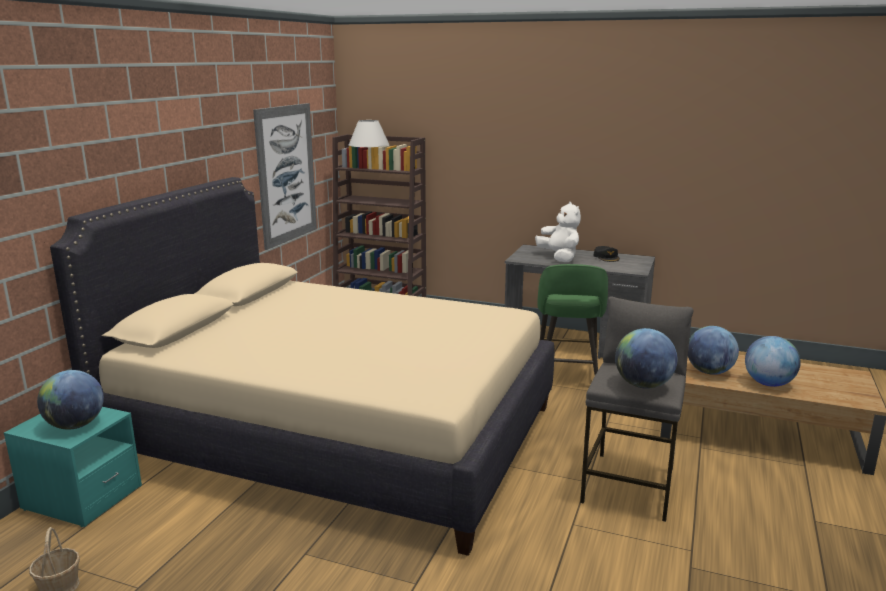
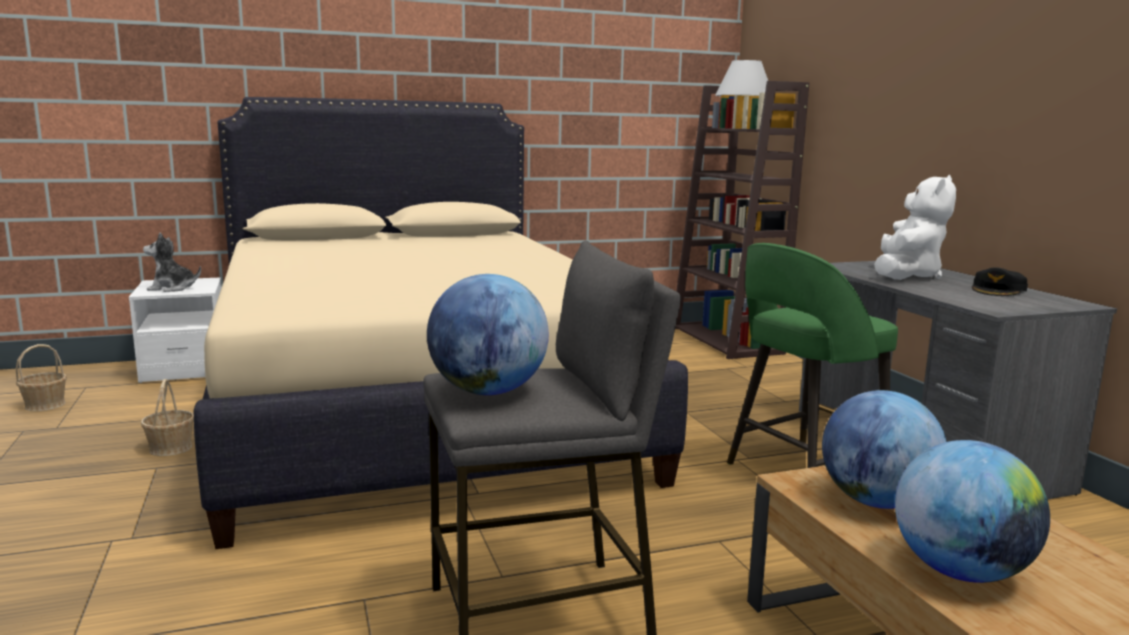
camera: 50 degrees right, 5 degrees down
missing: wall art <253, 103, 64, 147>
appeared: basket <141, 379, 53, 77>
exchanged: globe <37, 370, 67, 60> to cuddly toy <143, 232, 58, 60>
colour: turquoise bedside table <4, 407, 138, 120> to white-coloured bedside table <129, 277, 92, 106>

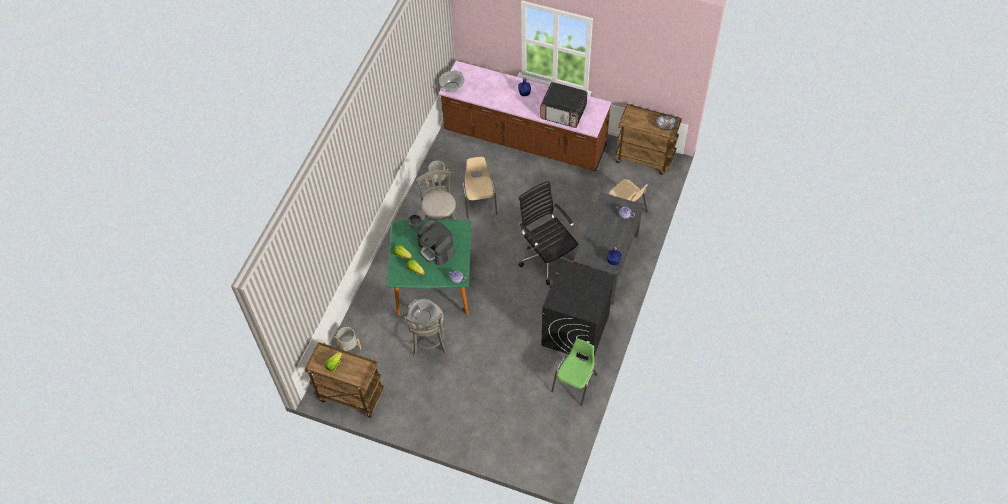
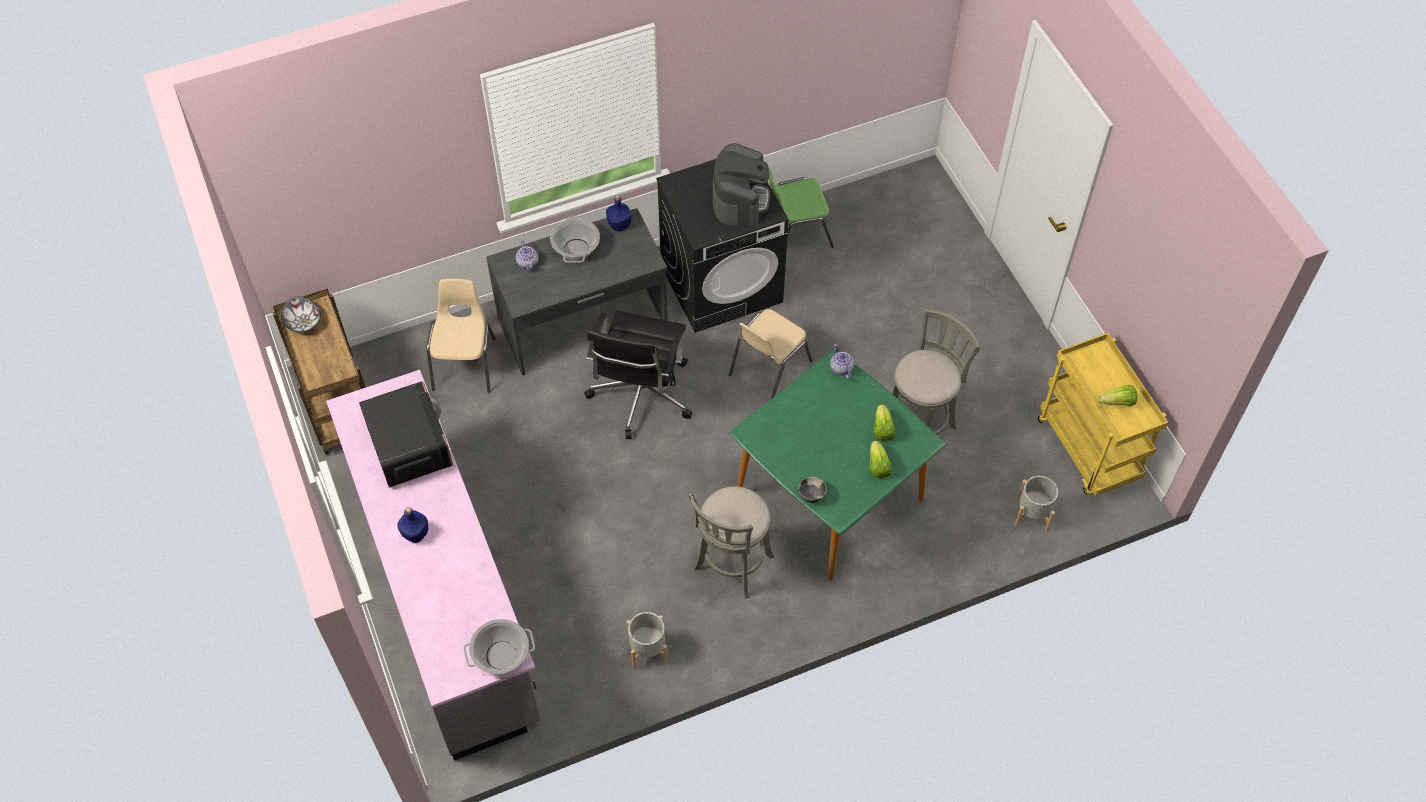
camera: 135 degrees left, 0 degrees up
relocated: cooking pot <408, 299, 29, 26> to <550, 216, 50, 47>; coffee brewer <417, 220, 38, 46> to <713, 143, 57, 84>; sand-coloured chair <463, 157, 34, 62> to <729, 309, 84, 91>
colour: brown wheeled cart <305, 342, 80, 76> to yellow wheeled cart <1038, 333, 130, 163>; brown kitchen base unit <439, 61, 172, 110> to greyish kitchen base unit <326, 370, 214, 391>

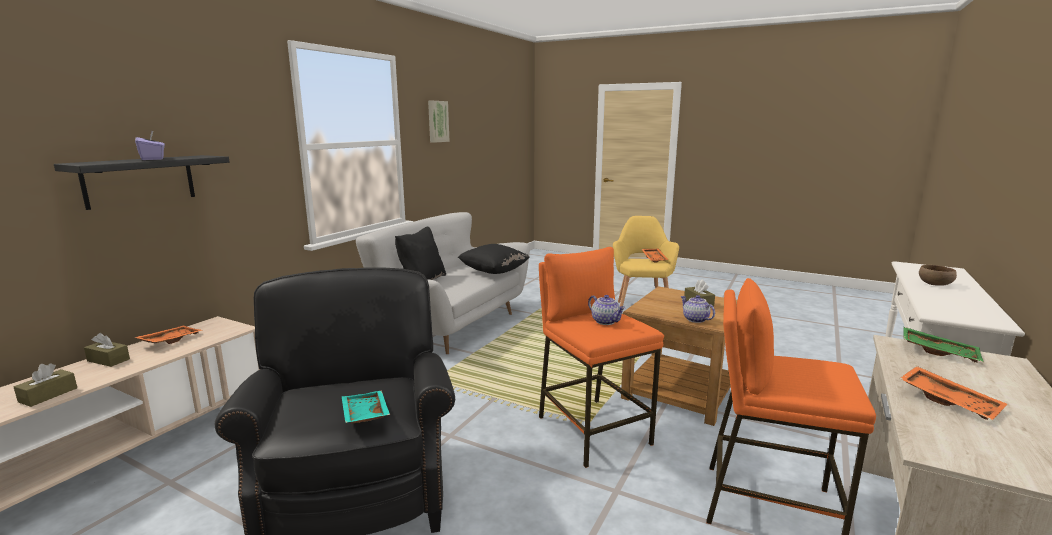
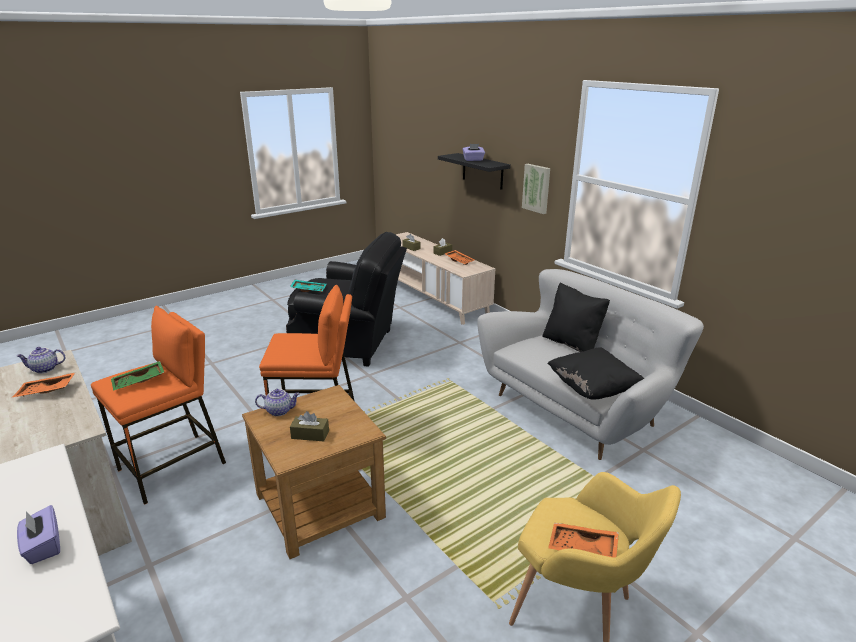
camera: 115 degrees right, 10 degrees up
relocated: wall art <428, 101, 22, 42> to <522, 164, 28, 50>; pot for tea <588, 295, 37, 30> to <16, 347, 49, 26>; greenish carrying tray <903, 327, 81, 35> to <111, 361, 54, 30>
exchanged: brown deep dish <919, 265, 38, 21> to purplish box of tissues <17, 505, 43, 59>

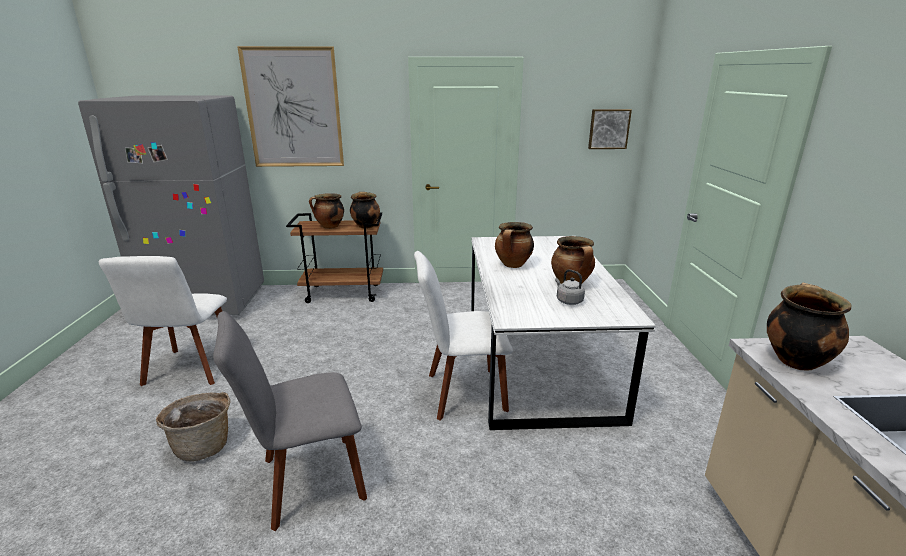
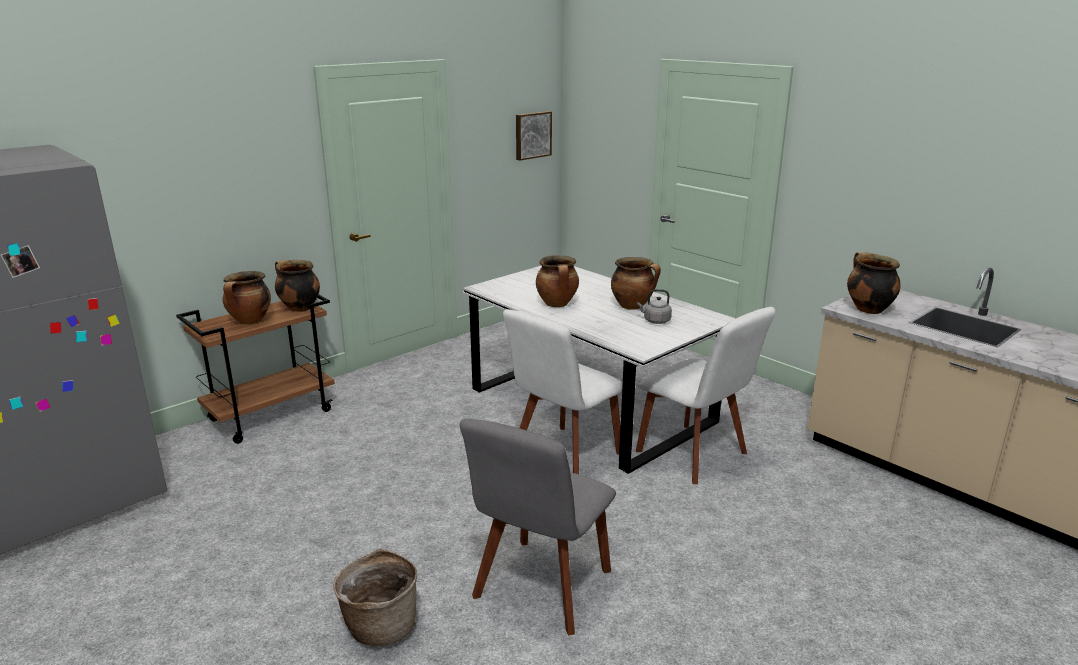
camera: 40 degrees left, 0 degrees up
missing: wall art <237, 46, 107, 121>
relocated: white-coloured chair <99, 256, 128, 130> to <636, 307, 139, 177>

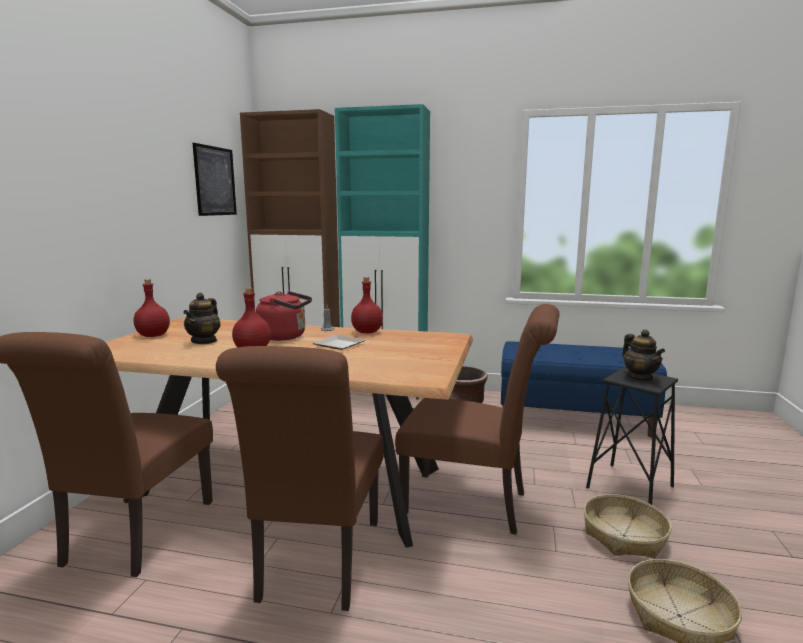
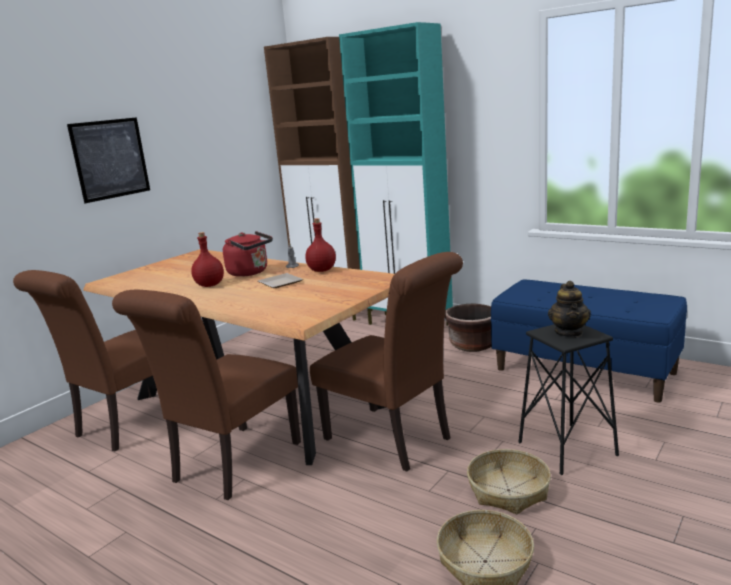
camera: 25 degrees right, 5 degrees up
missing: red bottle <134, 279, 36, 58>; pot for tea <183, 293, 38, 51>
relocated: wall art <193, 143, 44, 73> to <67, 117, 83, 86>

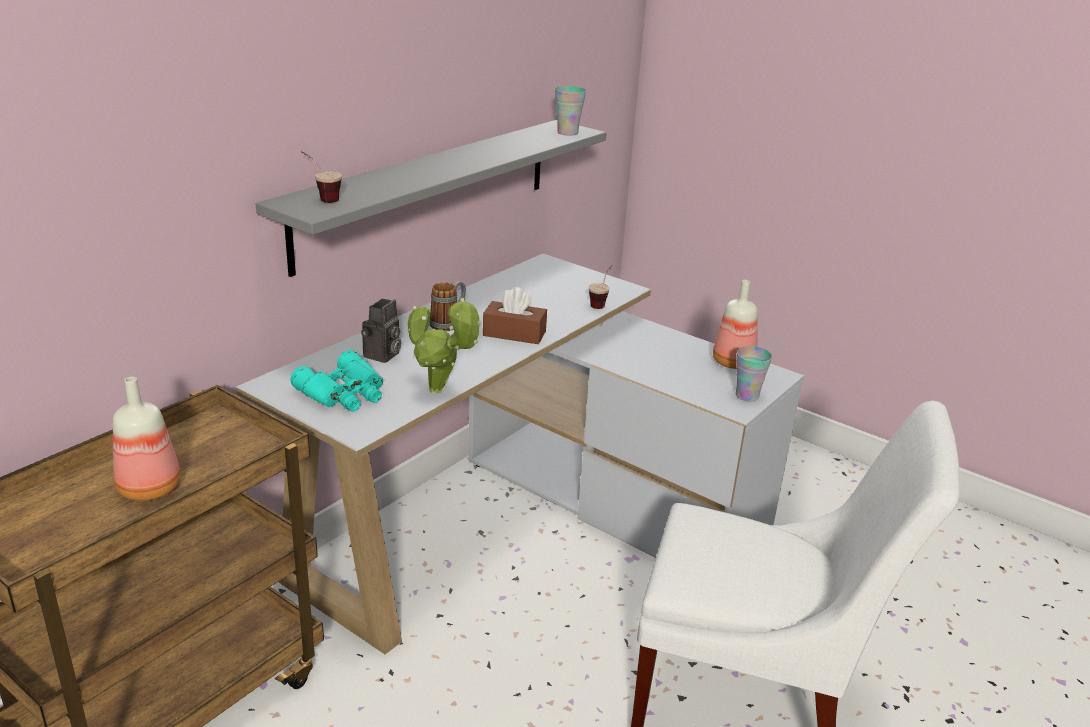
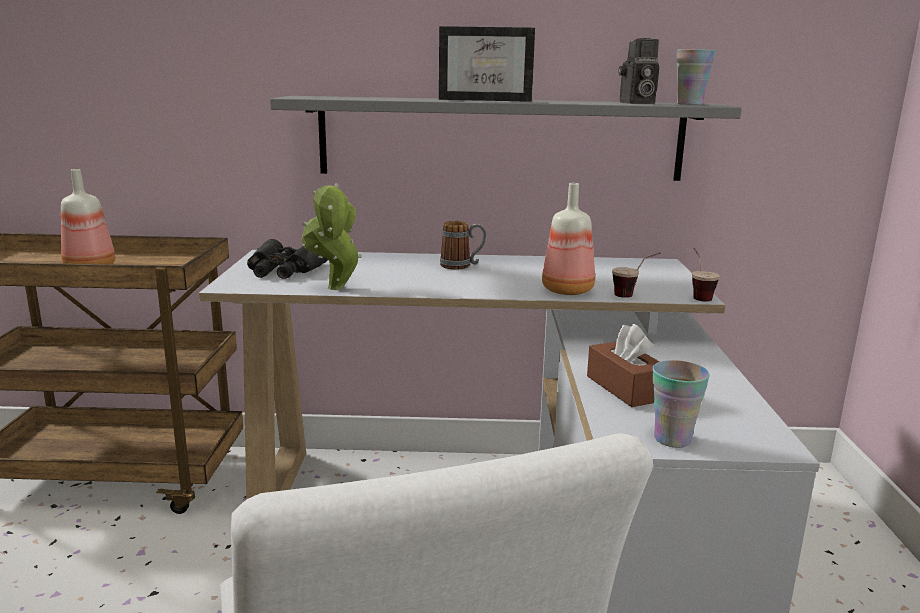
camera: 55 degrees right, 10 degrees down
appeared: standing frame <439, 26, 96, 76>
relocated: drinking cup <301, 151, 41, 52> to <692, 248, 28, 53>; photo camera <361, 299, 40, 64> to <618, 38, 42, 66>; brown box of tissues <483, 287, 64, 57> to <587, 324, 73, 83>; bottle <713, 280, 45, 89> to <542, 183, 53, 112>
colour: turquoise field glasses <290, 350, 94, 62> to black field glasses <247, 239, 81, 40>

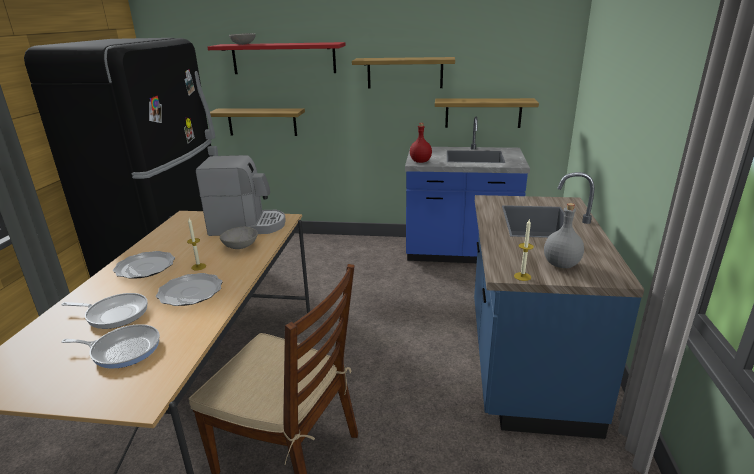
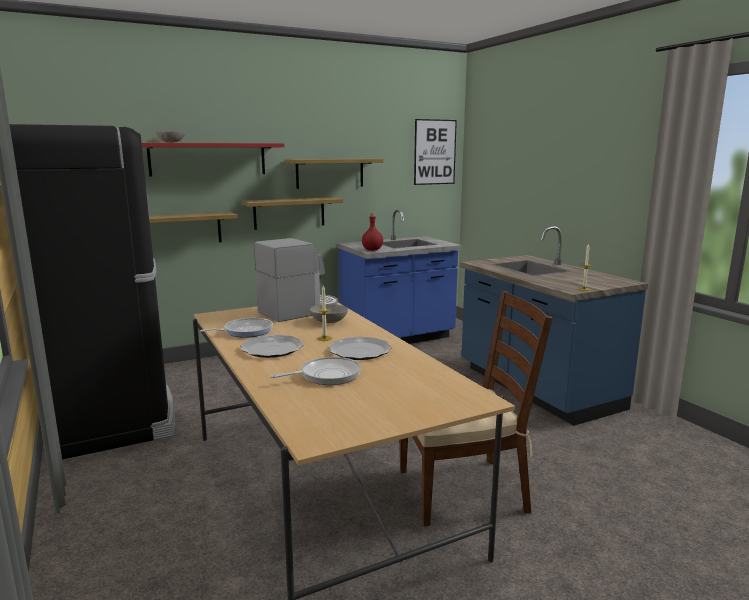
camera: 35 degrees left, 10 degrees down
missing: greyish bottle <544, 203, 40, 65>
appeared: wall art <414, 119, 43, 66>
relocated: pan <61, 324, 99, 45> to <200, 318, 73, 20>; bracket shelf <435, 98, 104, 30> to <242, 197, 101, 33>

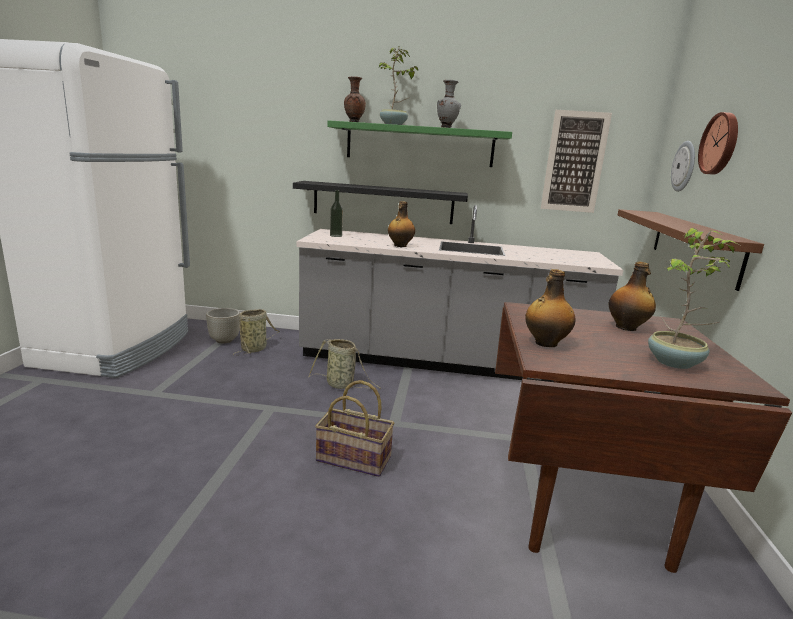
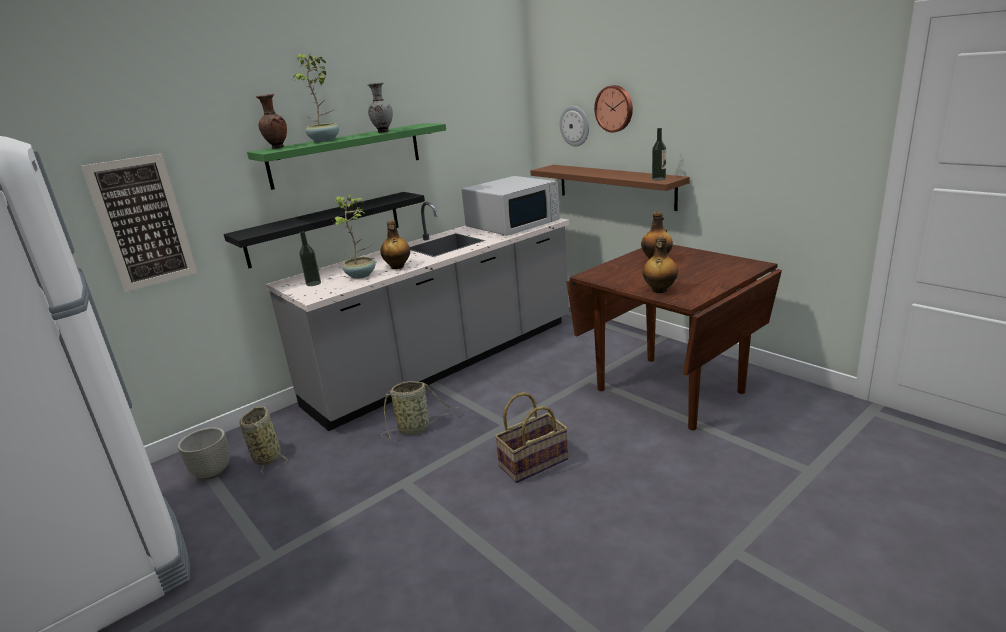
camera: 45 degrees left, 5 degrees up
appeared: white-coloured microwave <462, 176, 98, 60>; bottle <652, 128, 14, 52>
relocated: wall art <541, 110, 71, 103> to <81, 154, 116, 138>; potted plant <648, 228, 89, 141> to <333, 195, 42, 84>

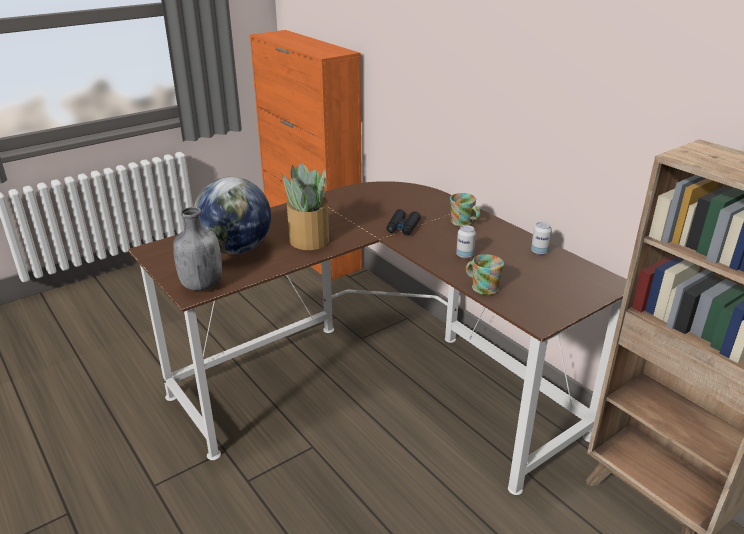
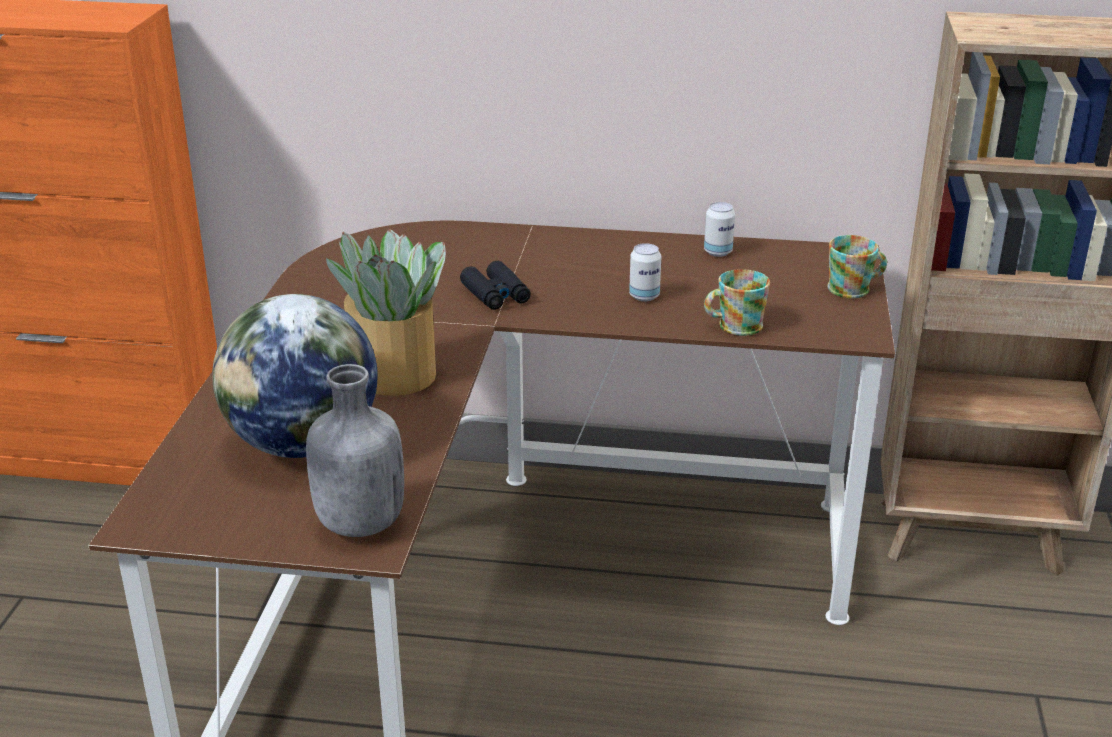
camera: 45 degrees left, 0 degrees up
relocated: mug <450, 193, 31, 33> to <828, 235, 59, 63>

